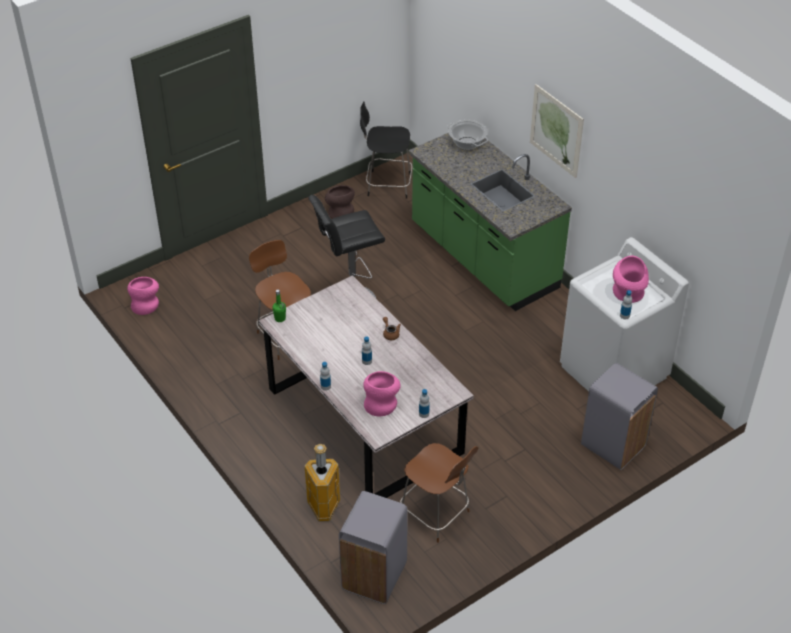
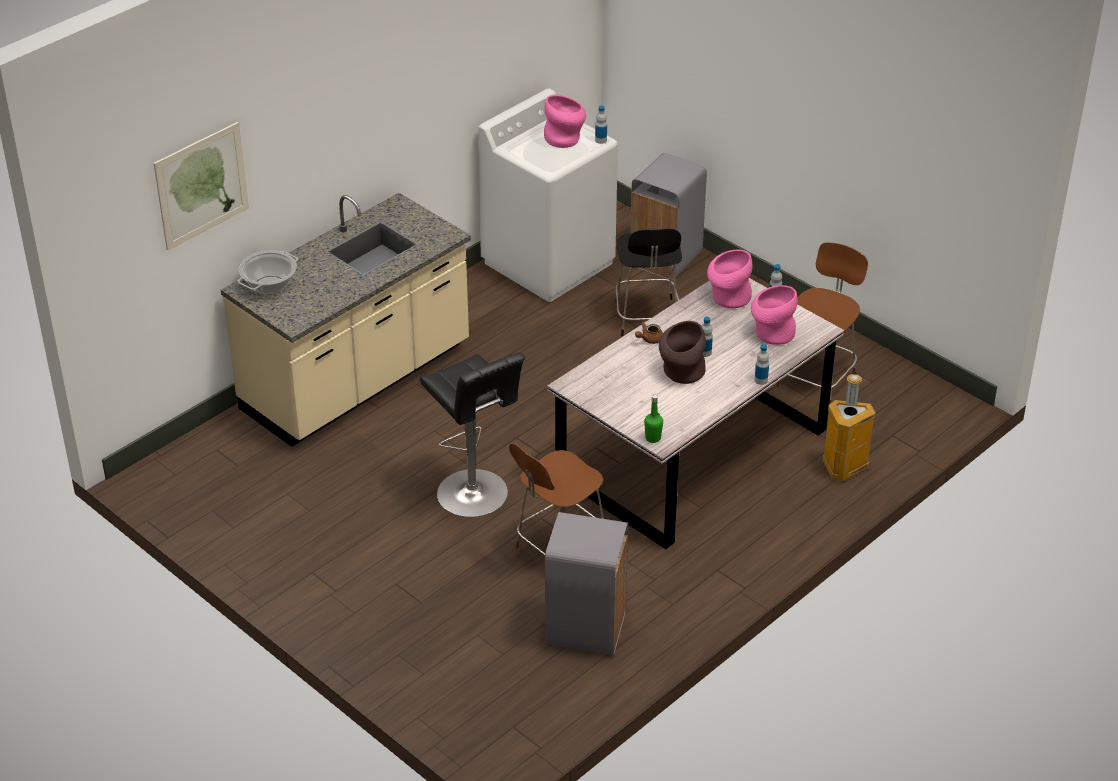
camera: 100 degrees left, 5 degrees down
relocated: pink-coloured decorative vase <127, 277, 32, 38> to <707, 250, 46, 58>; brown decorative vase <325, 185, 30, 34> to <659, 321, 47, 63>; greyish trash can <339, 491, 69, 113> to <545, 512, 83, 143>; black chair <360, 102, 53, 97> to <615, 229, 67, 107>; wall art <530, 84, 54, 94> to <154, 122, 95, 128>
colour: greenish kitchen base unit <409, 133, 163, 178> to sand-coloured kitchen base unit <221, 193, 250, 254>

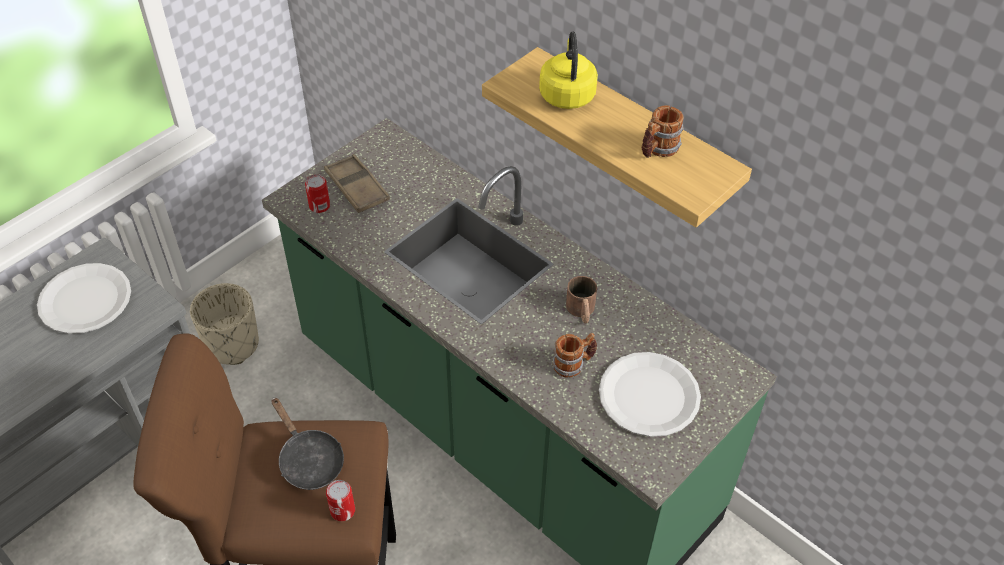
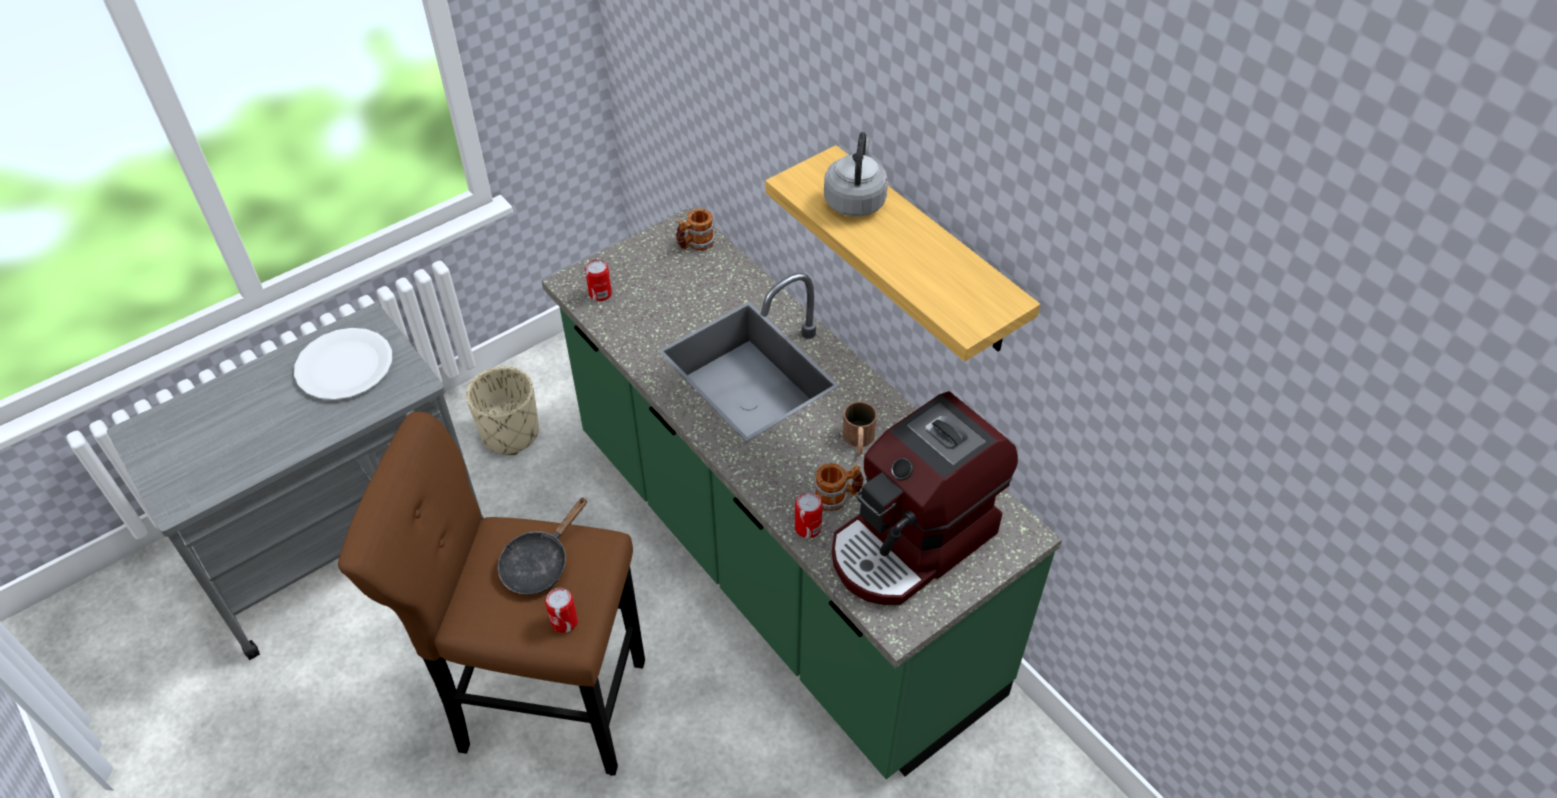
camera: 10 degrees right, 0 degrees up
missing: brown carrying tray <324, 154, 66, 59>
appeared: metal can <795, 492, 28, 46>
relocated: mug <642, 105, 42, 53> to <676, 208, 39, 43>
exchanged: white-coloured flat dish <599, 352, 102, 85> to coffee brewer <832, 391, 186, 214>
colour: yellow tea kettle <539, 32, 59, 77> to greyish tea kettle <824, 132, 64, 84>
spun: black pan <271, 397, 73, 93> = <498, 497, 89, 98> 60 degrees clockwise

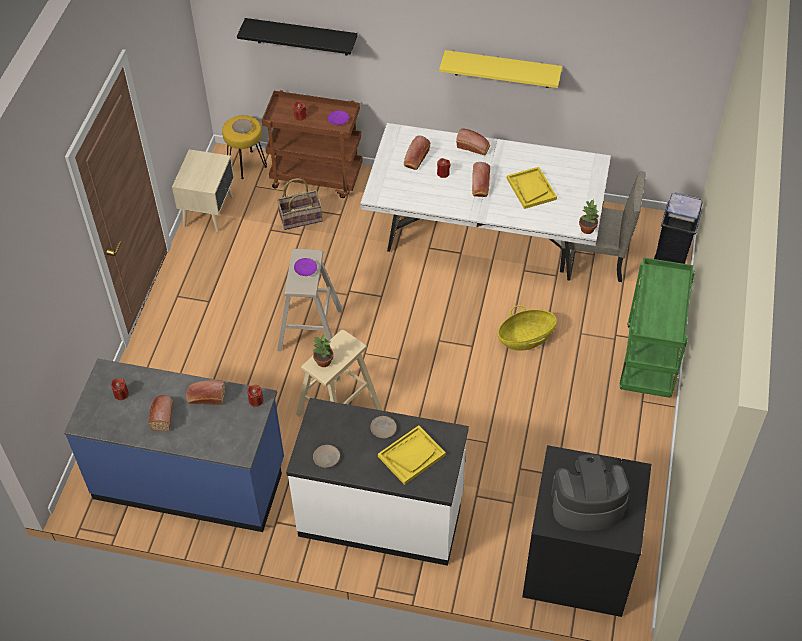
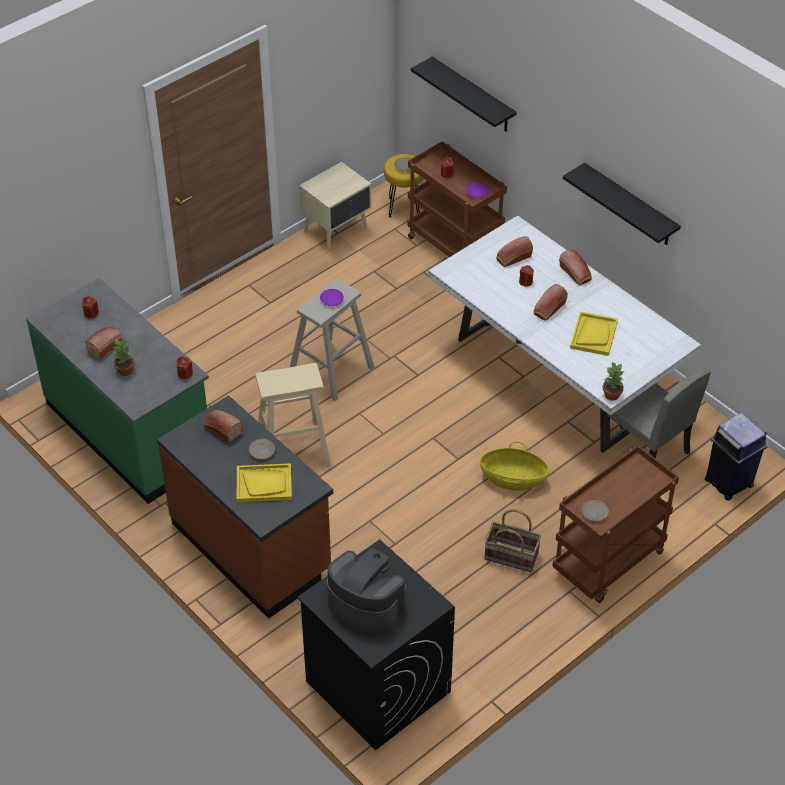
camera: 35 degrees right, 5 degrees down
relocated: baked bread <186, 380, 39, 25> to <203, 410, 39, 33>; basket <277, 178, 46, 52> to <484, 509, 57, 63>; potted plant <312, 333, 21, 34> to <112, 339, 23, 37>; sand-coloured flat dish <313, 445, 27, 23> to <581, 500, 28, 21>
colour: bluish kitchen base unit <64, 359, 220, 173> to greenish kitchen base unit <26, 278, 183, 226>; white-coloured kitchen base unit <286, 398, 183, 168> to brown kitchen base unit <157, 395, 176, 224>; yellow bracket shelf <439, 50, 123, 38> to black bracket shelf <563, 163, 118, 82>; greenish wheeled cart <619, 258, 76, 140> to brown wheeled cart <552, 445, 127, 158>

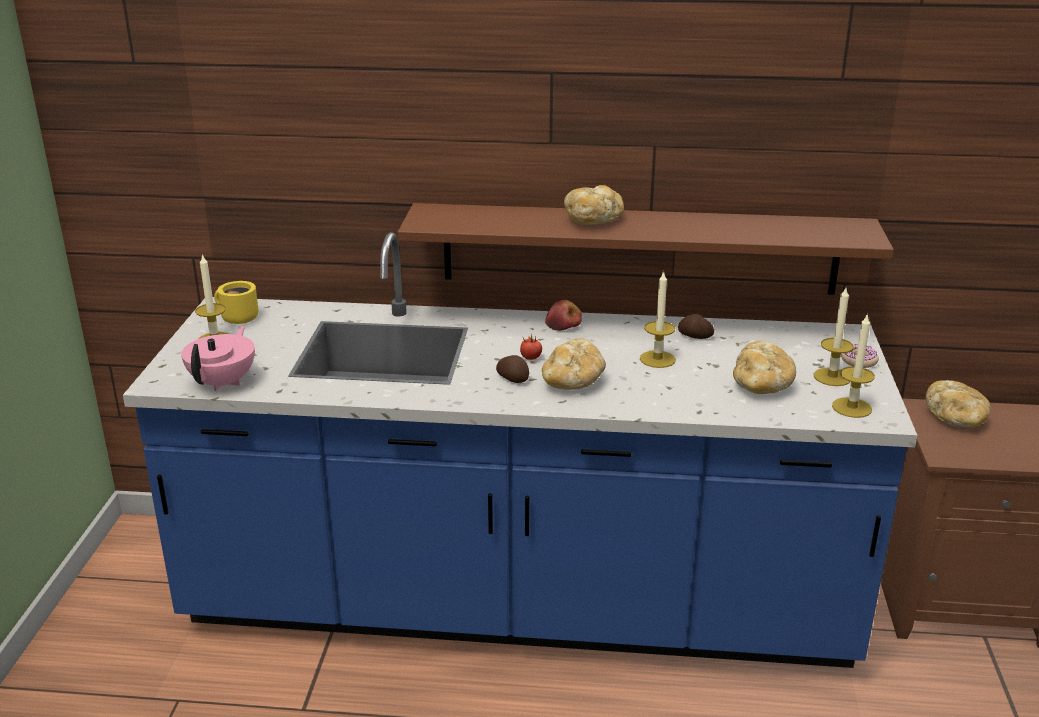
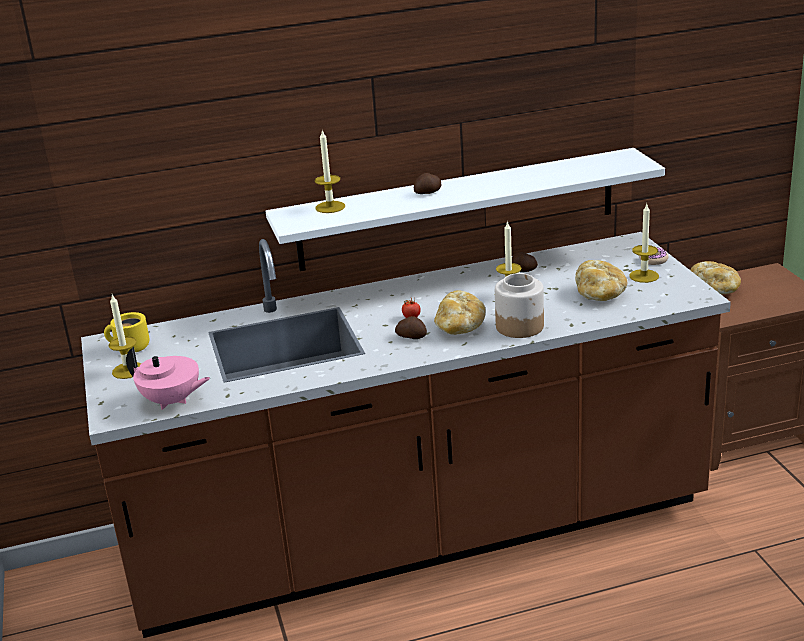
camera: 20 degrees left, 0 degrees up
missing: apple <545, 300, 37, 31>
appeared: jar <495, 273, 49, 65>
relocated: wax light <832, 313, 43, 105> to <315, 130, 30, 83>
exchanged: baked bread <564, 185, 60, 40> to spud <414, 173, 27, 21>
colour: bluish kitchen base unit <123, 232, 794, 436> to brown kitchen base unit <81, 232, 650, 406>; brown bracket shelf <398, 203, 496, 92> to white-coloured bracket shelf <266, 148, 399, 123>
spun: pink-coloured pot for tea <181, 326, 74, 65> = <126, 347, 84, 63> 120 degrees clockwise

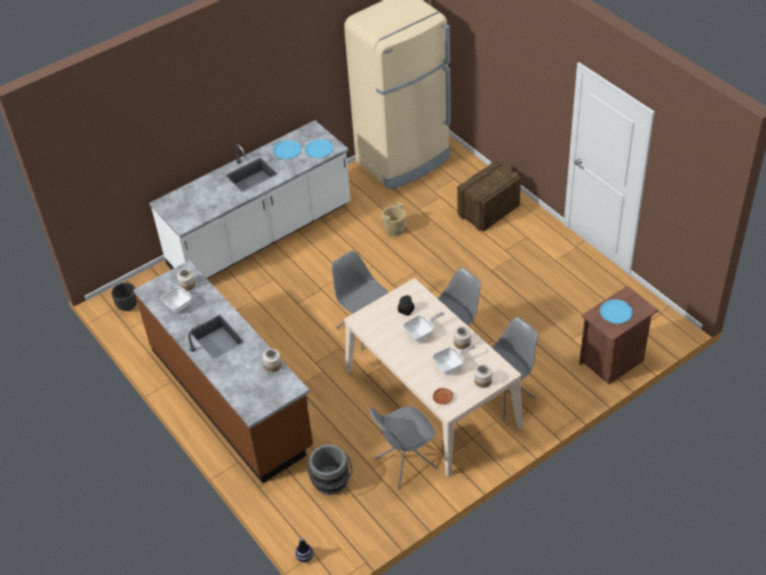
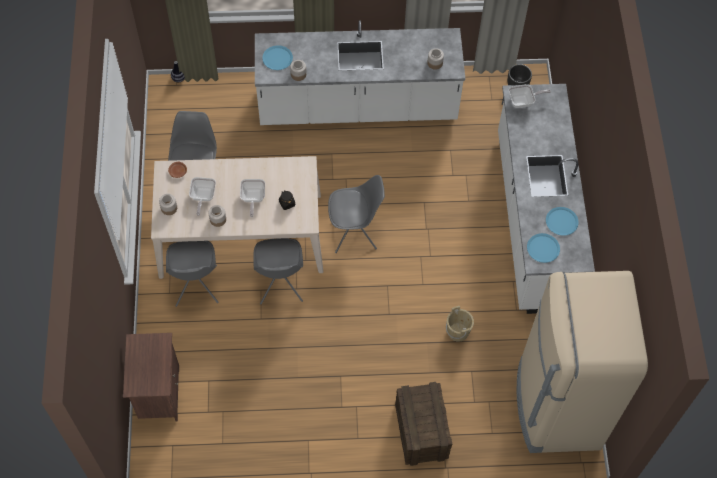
camera: 120 degrees right, 15 degrees up
missing: greyish pail <307, 444, 45, 51>
relocated: pan <157, 282, 35, 30> to <509, 84, 42, 24>; bluish flat dish <600, 299, 33, 25> to <262, 45, 31, 25>
colour: brown kitchen base unit <133, 260, 180, 223> to white-coloured kitchen base unit <255, 20, 210, 105>

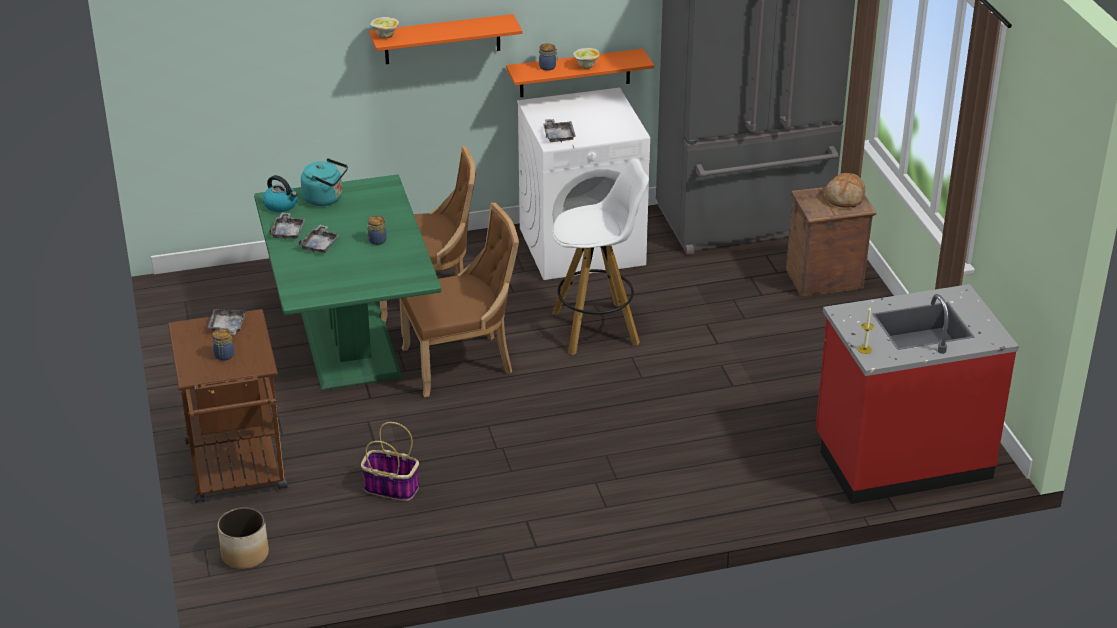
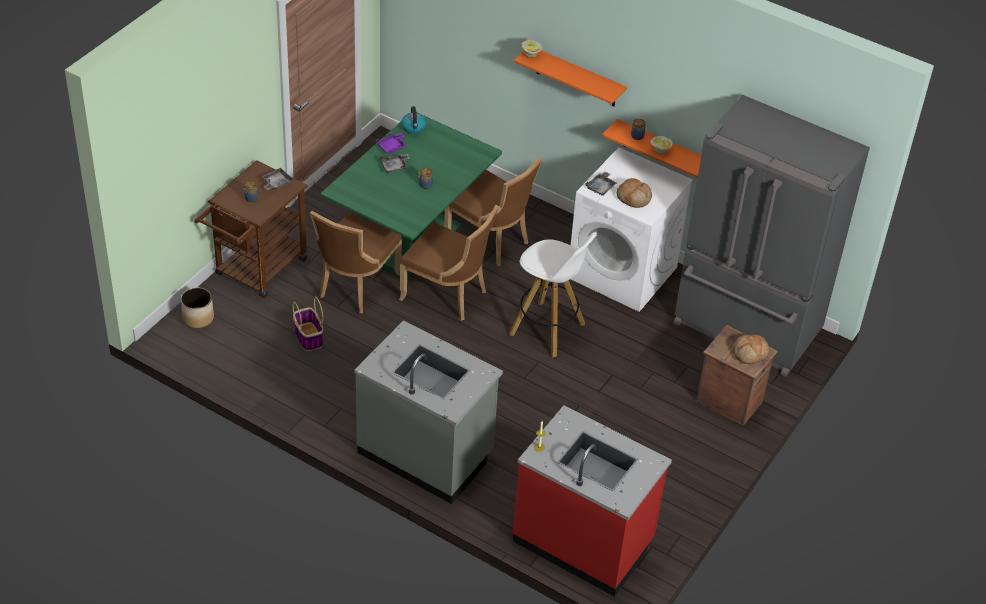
camera: 45 degrees right, 10 degrees up
missing: turquoise tea kettle <301, 158, 47, 48>
appeared: brown chair <310, 211, 92, 103>; greyish kitchen base unit <354, 320, 149, 184>; baked bread <616, 178, 36, 30>
colour: greyish carrying tray <269, 213, 37, 27> to purplish carrying tray <376, 133, 30, 21>

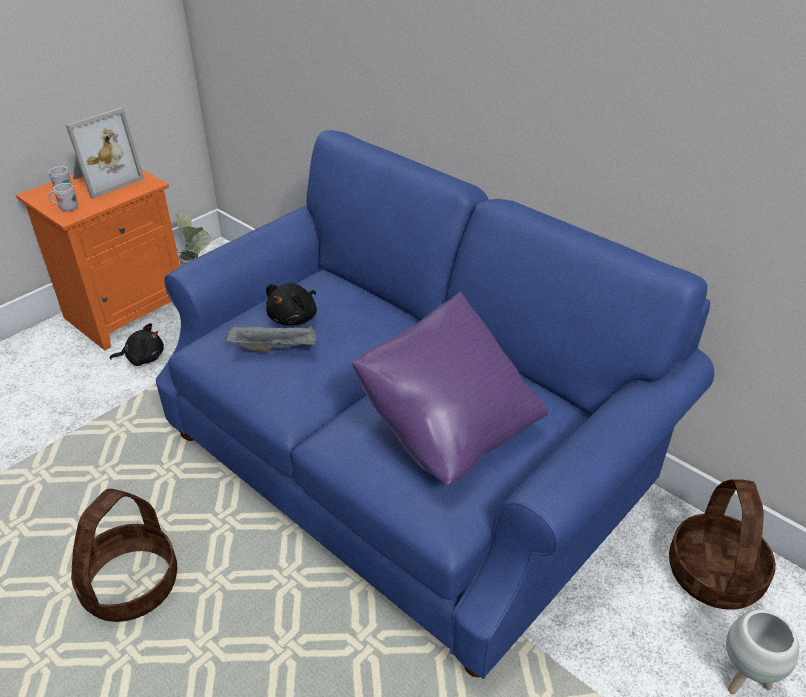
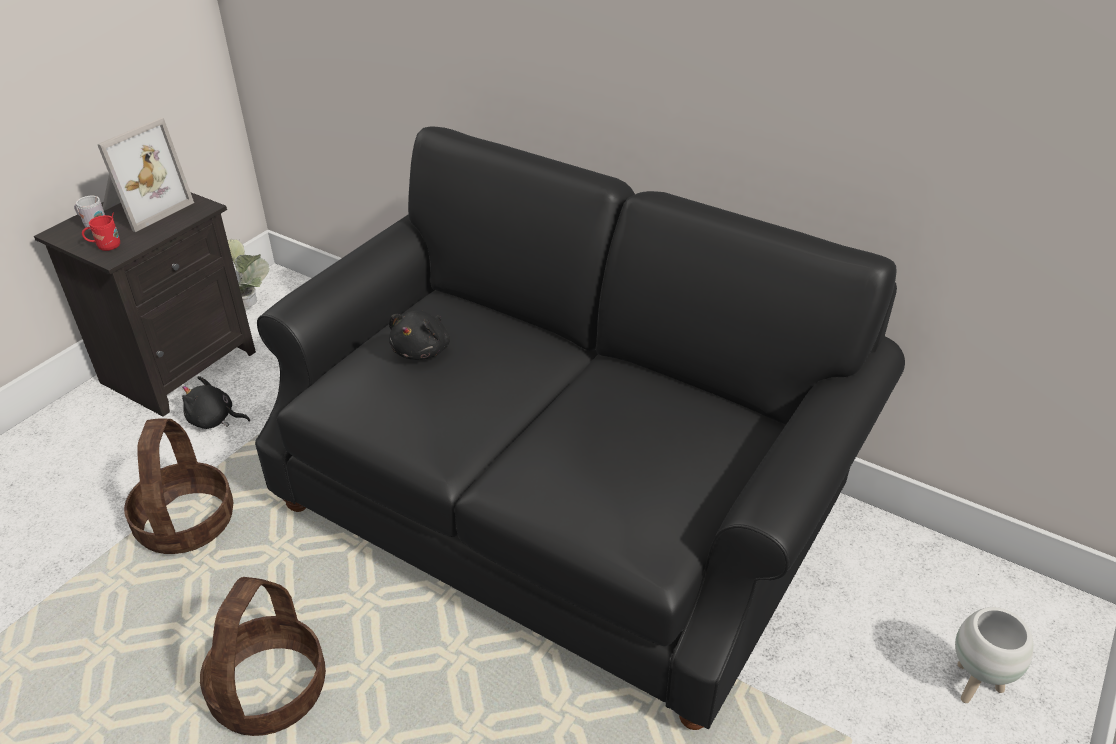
camera: 10 degrees left, 0 degrees up
missing: greyish carrying tray <226, 325, 90, 27>; purplish pillow <352, 291, 196, 194>
relocated: basket <669, 479, 107, 131> to <124, 418, 110, 136>
colour: orange-coloured bedside table <16, 170, 164, 181> to black bedside table <34, 192, 222, 225>; white-coloured mug <48, 181, 30, 31> to red mug <82, 212, 38, 39>; bluish couch <156, 130, 558, 549> to black couch <255, 126, 650, 604>
spun: black cuddly toy <110, 323, 54, 43> = <182, 376, 68, 53> 150 degrees counterclockwise

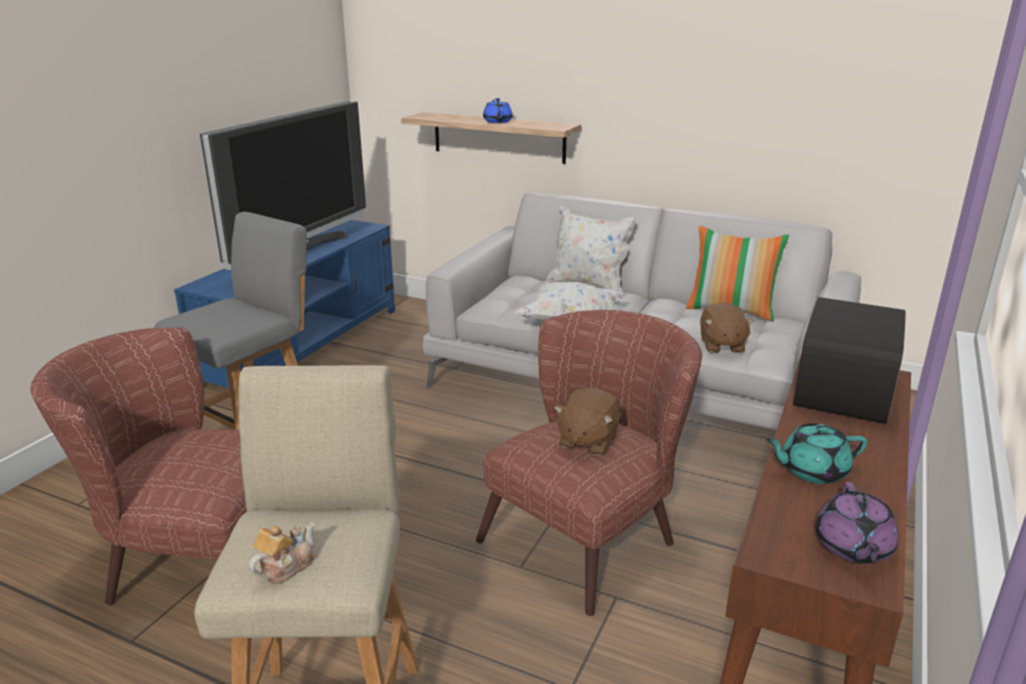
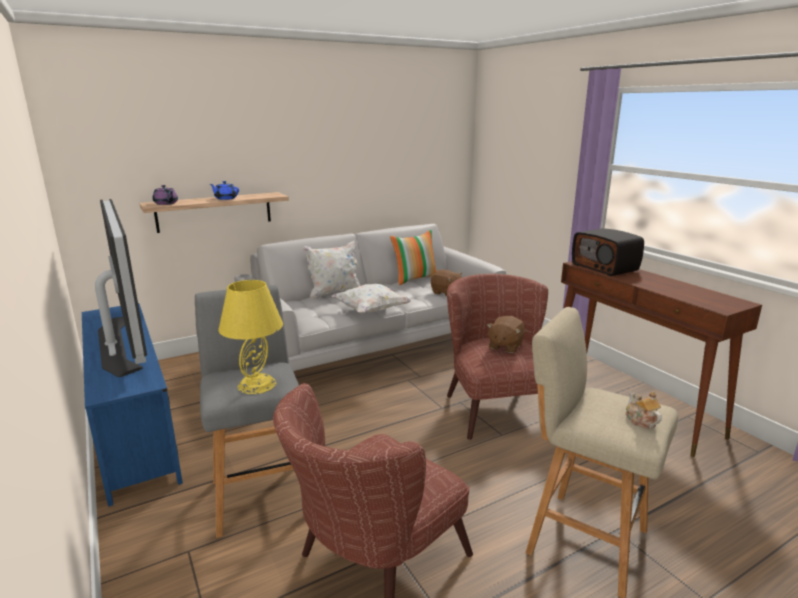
camera: 55 degrees left, 5 degrees down
missing: turquoise pot for tea <766, 423, 101, 61>
appeared: yellow tabletop lamp <218, 280, 65, 114>
relocated: purplish pot for tea <815, 482, 84, 82> to <153, 185, 25, 20>
spun: brown cuddly toy <554, 388, 67, 68> = <487, 316, 38, 37> 60 degrees clockwise

